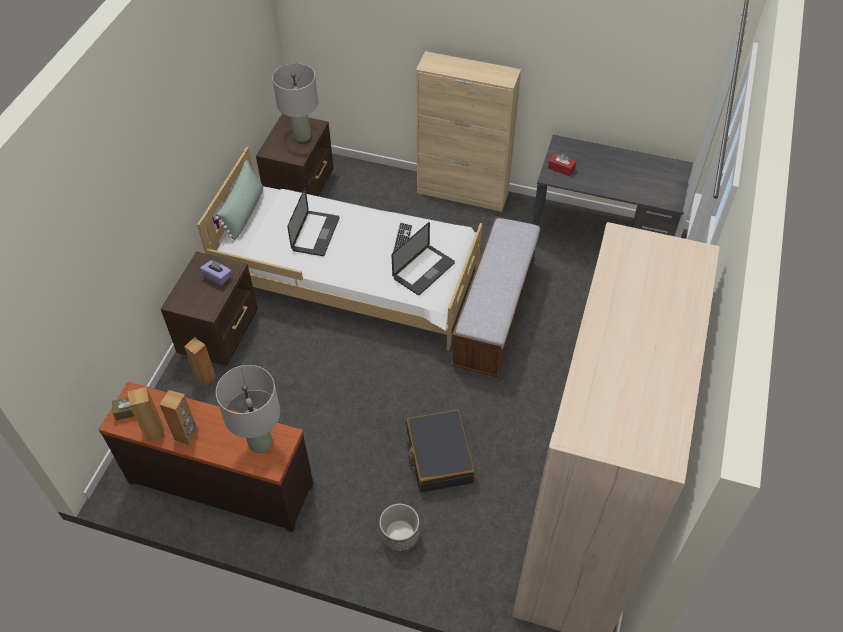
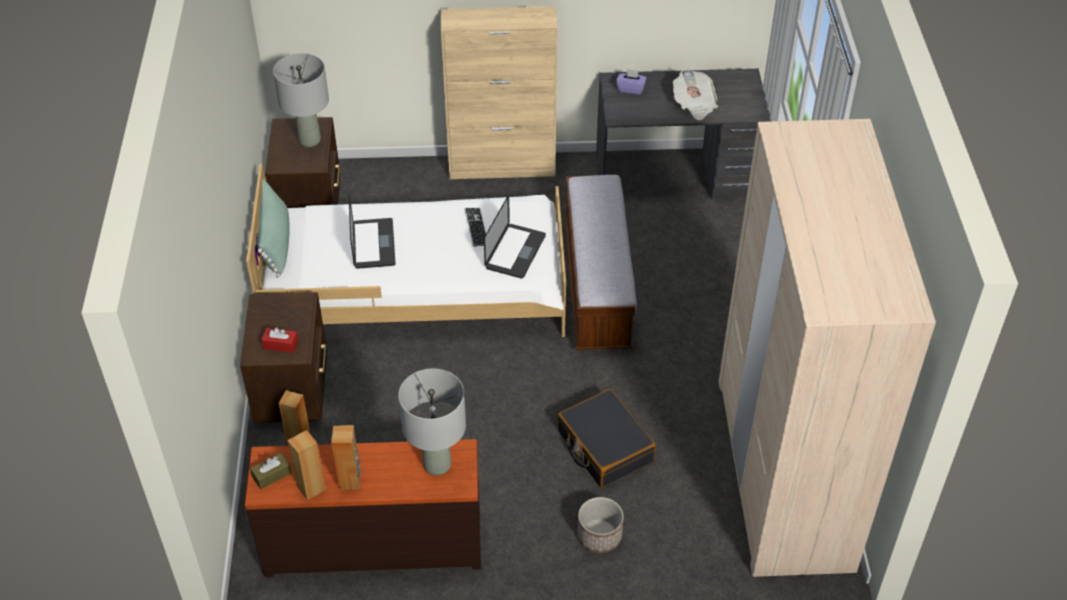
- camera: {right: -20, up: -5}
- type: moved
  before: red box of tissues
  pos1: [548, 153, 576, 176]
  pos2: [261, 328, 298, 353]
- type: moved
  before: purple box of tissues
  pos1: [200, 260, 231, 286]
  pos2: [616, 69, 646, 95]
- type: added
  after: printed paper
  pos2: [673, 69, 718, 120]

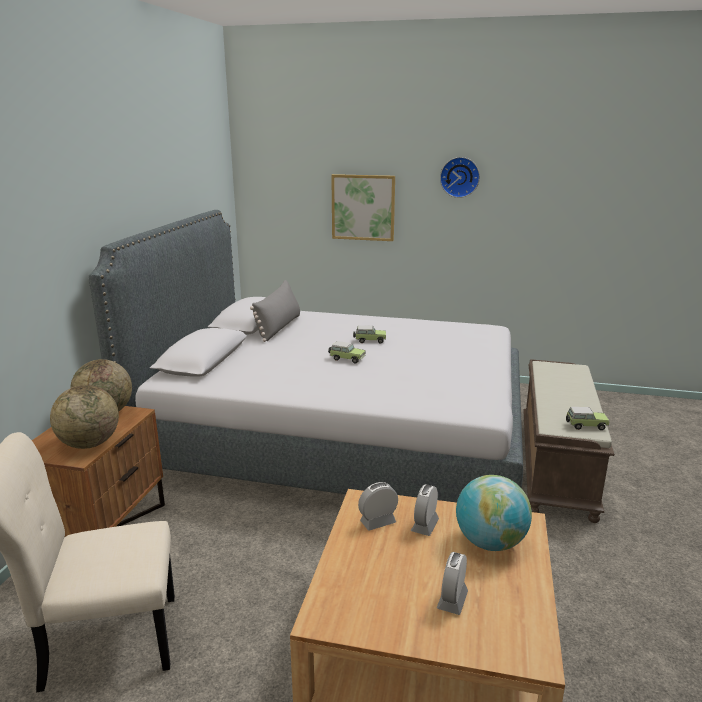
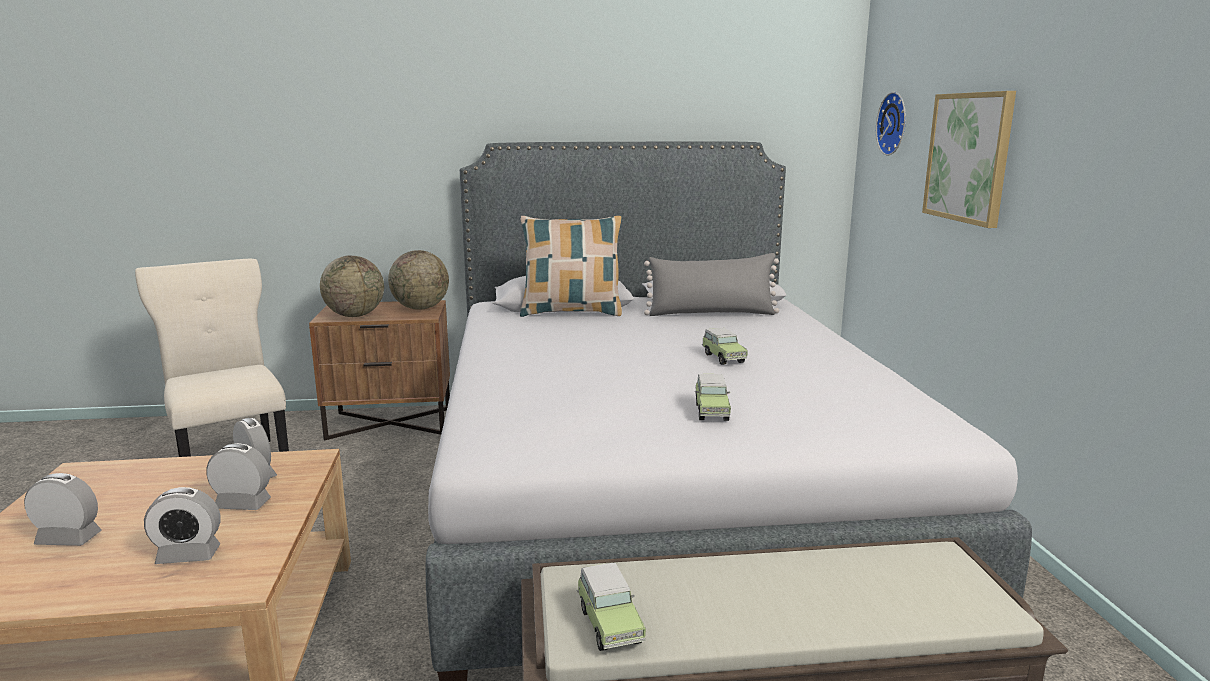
- camera: {right: 70, up: -5}
- type: replaced
  before: desk globe
  after: table clock
  pos1: [456, 475, 532, 551]
  pos2: [144, 487, 221, 564]
- type: added
  after: pillow
  pos2: [520, 216, 622, 317]
- type: moved
  before: miniature car
  pos1: [328, 341, 366, 363]
  pos2: [695, 374, 731, 421]
- type: moved
  before: hanging clock
  pos1: [440, 157, 480, 198]
  pos2: [876, 92, 906, 156]

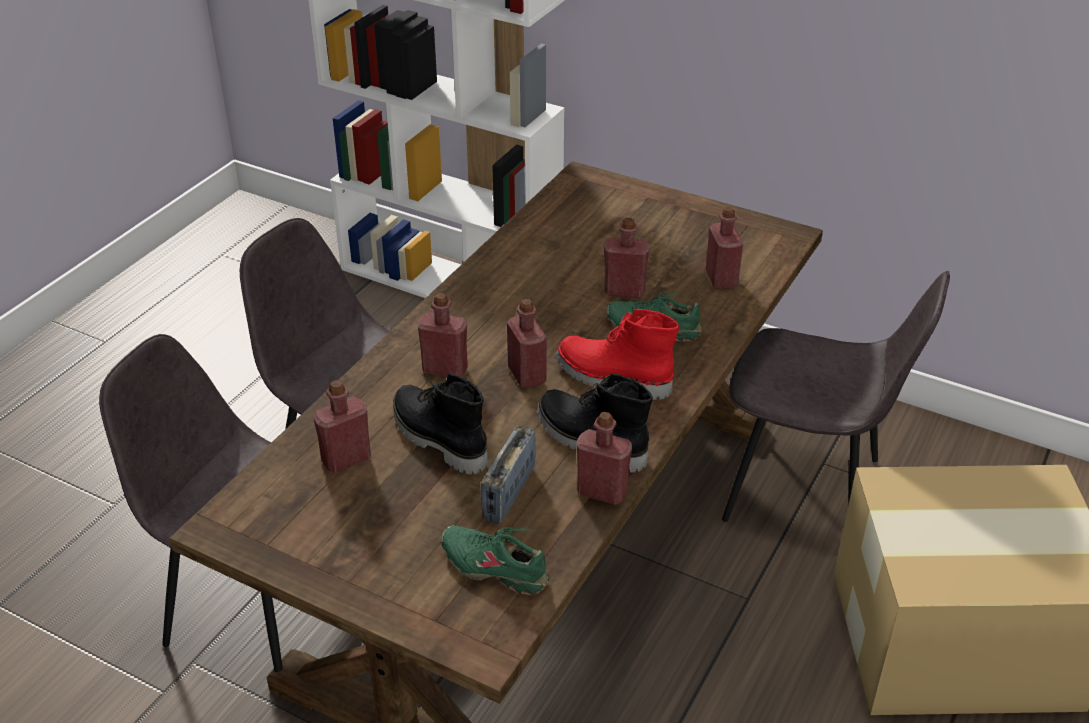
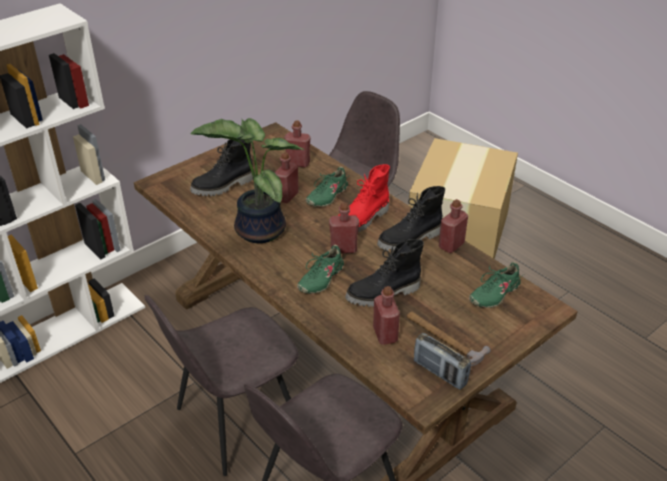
- camera: {right: -70, up: 0}
- type: added
  after: potted plant
  pos2: [190, 118, 304, 243]
- type: added
  after: black tall boot
  pos2: [190, 136, 253, 196]
- type: replaced
  before: red beverage bottle
  after: greenish item of footwear
  pos1: [418, 293, 468, 377]
  pos2: [297, 245, 345, 294]
- type: added
  after: hammer
  pos2: [407, 311, 491, 366]
- type: moved
  before: radio
  pos1: [481, 425, 536, 524]
  pos2: [414, 333, 471, 390]

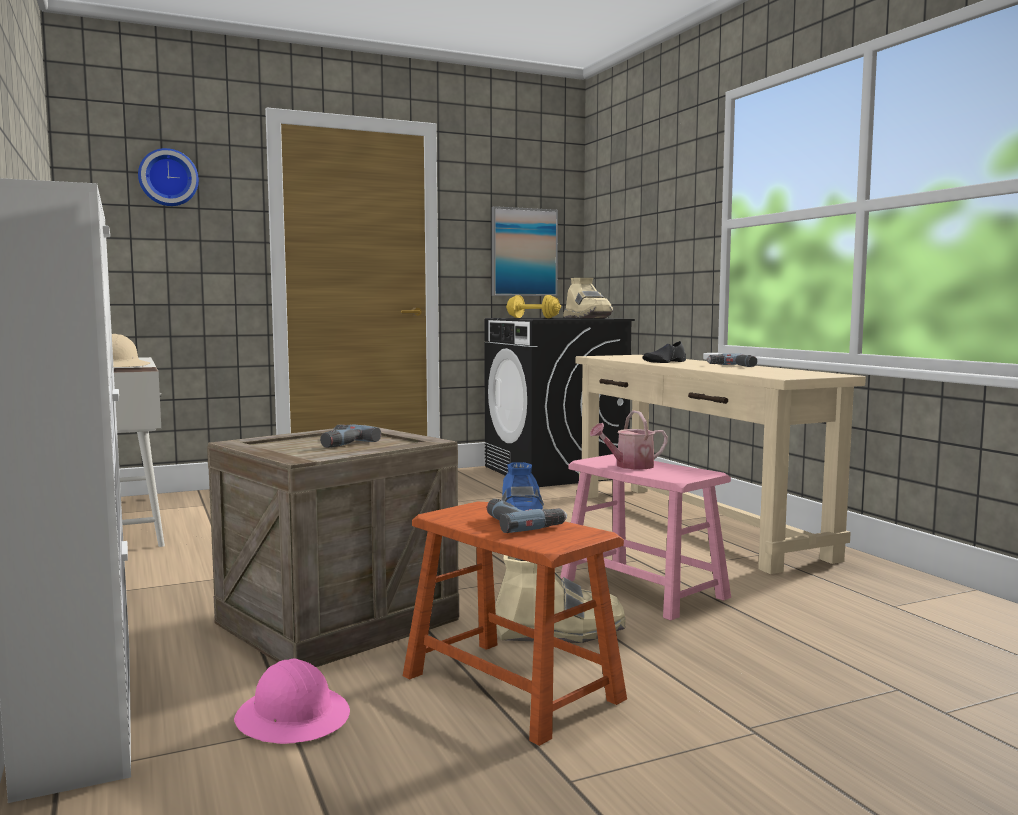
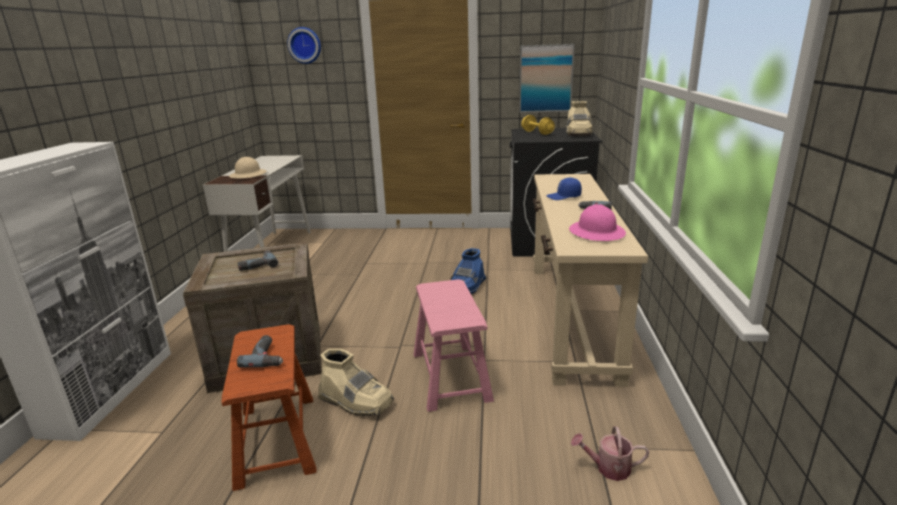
- camera: {right: 30, up: 15}
- type: replaced
  before: black item of footwear
  after: blue-coloured peaked cap
  pos1: [643, 341, 686, 363]
  pos2: [546, 178, 582, 200]
- type: moved
  before: pink hard hat
  pos1: [234, 659, 350, 744]
  pos2: [569, 204, 626, 241]
- type: moved
  before: watering pot
  pos1: [590, 411, 668, 469]
  pos2: [571, 426, 649, 481]

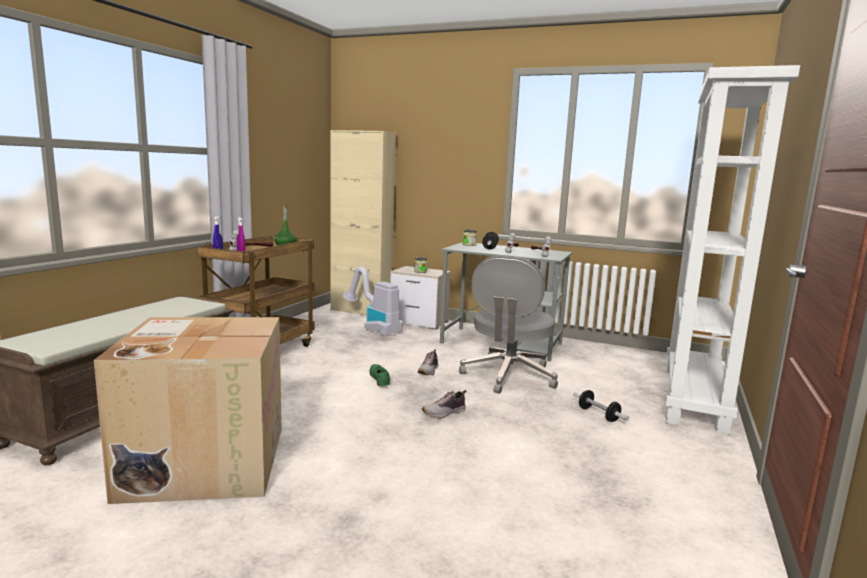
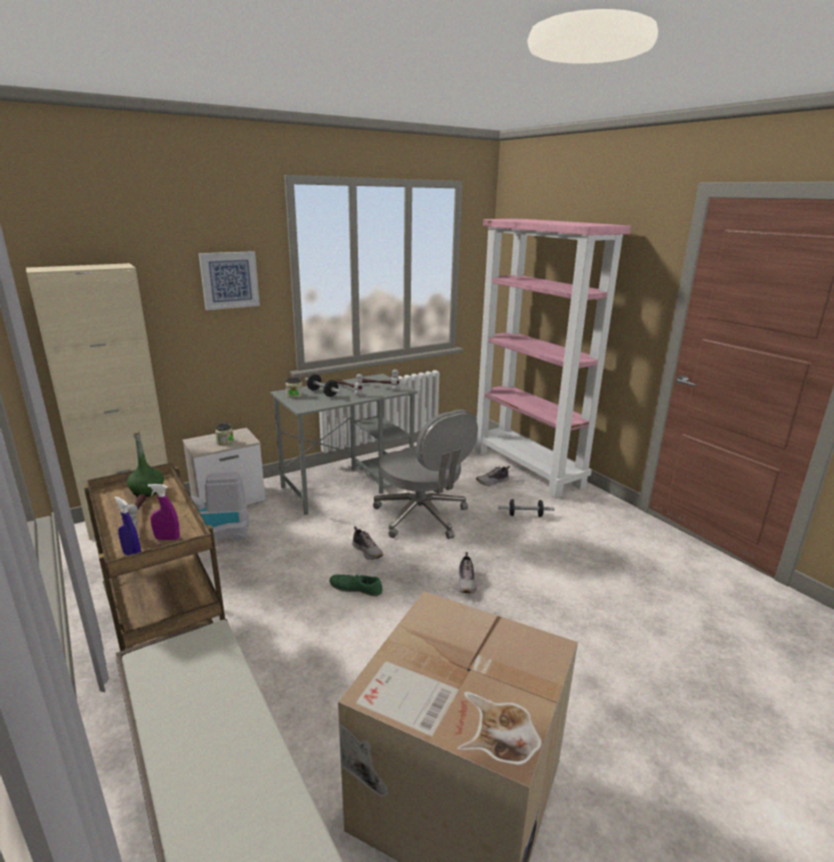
- camera: {right: -55, up: 10}
- type: added
  after: picture
  pos2: [199, 251, 260, 310]
- type: recoloured
  before: white-coloured bookcase
  after: pink bookcase
  pos1: [666, 65, 800, 435]
  pos2: [475, 219, 631, 498]
- type: added
  after: item of footwear
  pos2: [476, 466, 510, 486]

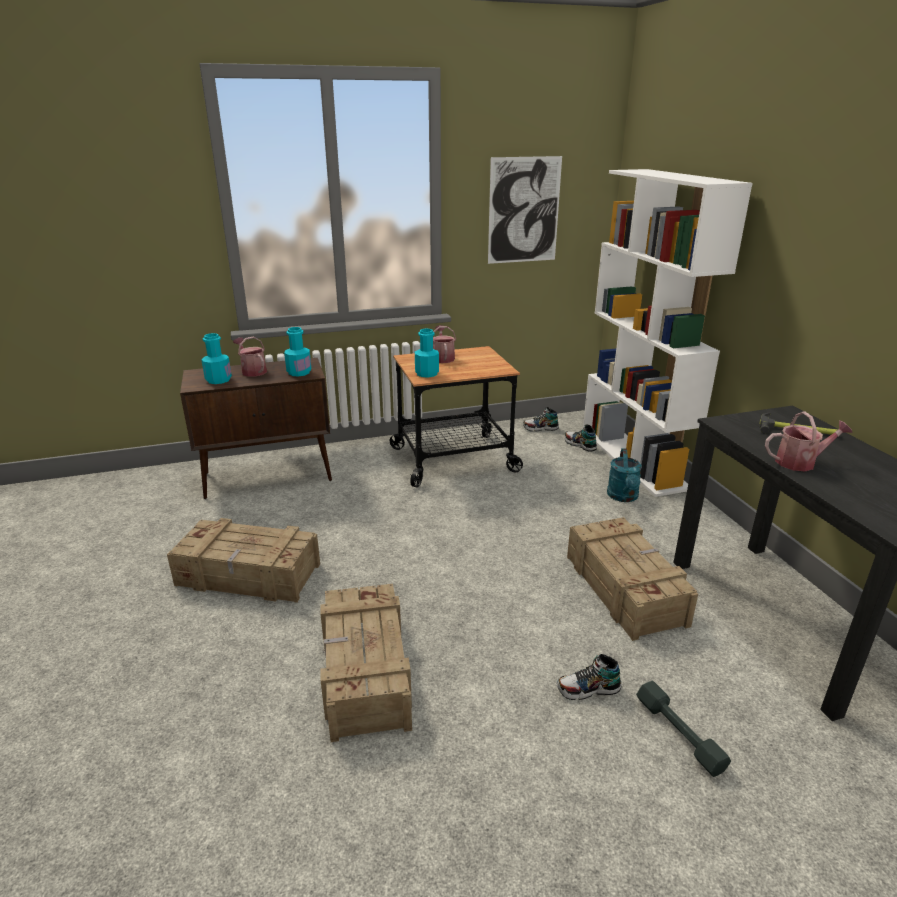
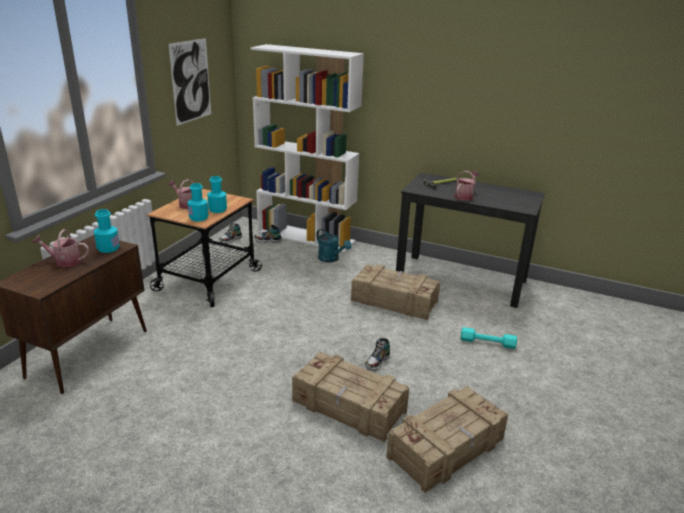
- camera: {right: -50, up: 0}
- type: moved
  before: blue-green beverage bottle
  pos1: [201, 333, 232, 384]
  pos2: [207, 176, 227, 213]
- type: moved
  before: item of footwear
  pos1: [556, 654, 622, 700]
  pos2: [365, 338, 390, 371]
- type: moved
  before: shipping crate
  pos1: [167, 518, 320, 603]
  pos2: [386, 386, 508, 493]
- type: recoloured
  before: greyish free weight
  after: blue-green free weight
  pos1: [636, 680, 731, 777]
  pos2: [461, 327, 517, 349]

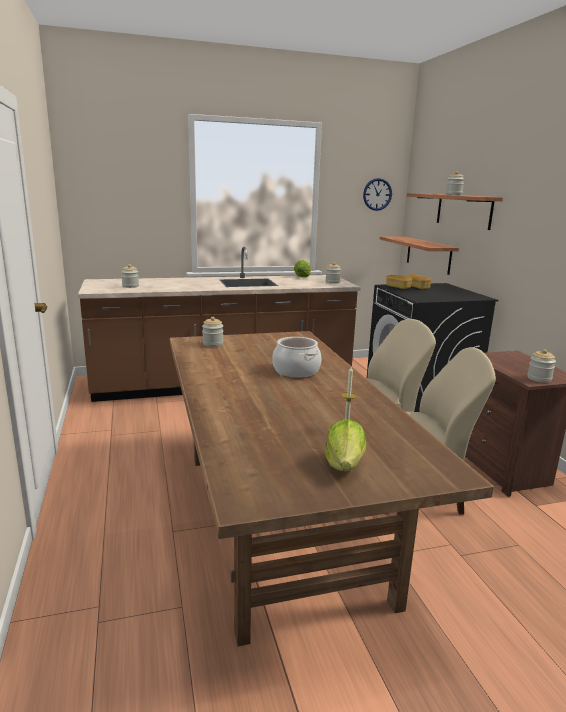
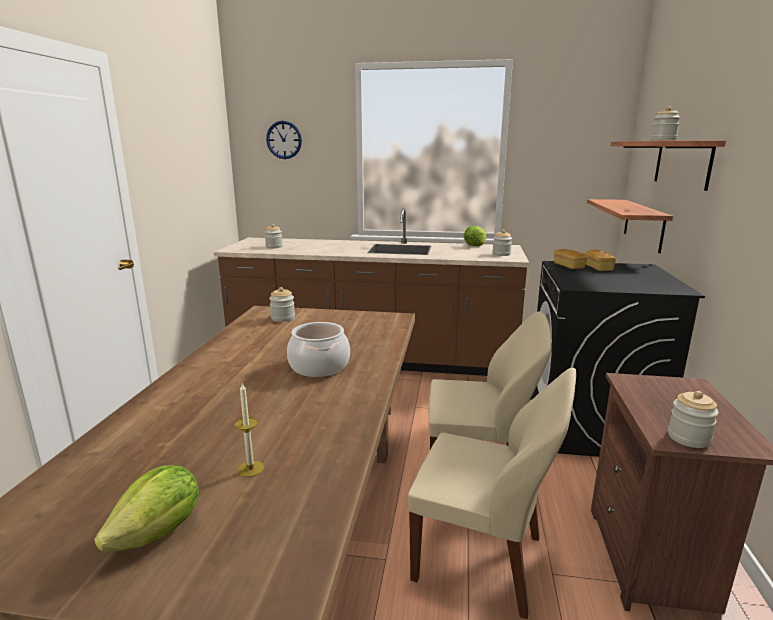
- camera: {right: 25, up: 0}
- type: moved
  before: hanging clock
  pos1: [363, 178, 392, 211]
  pos2: [266, 121, 302, 159]

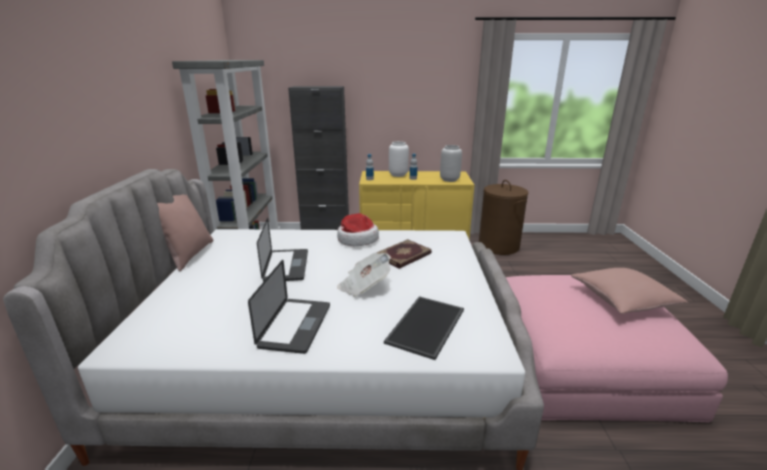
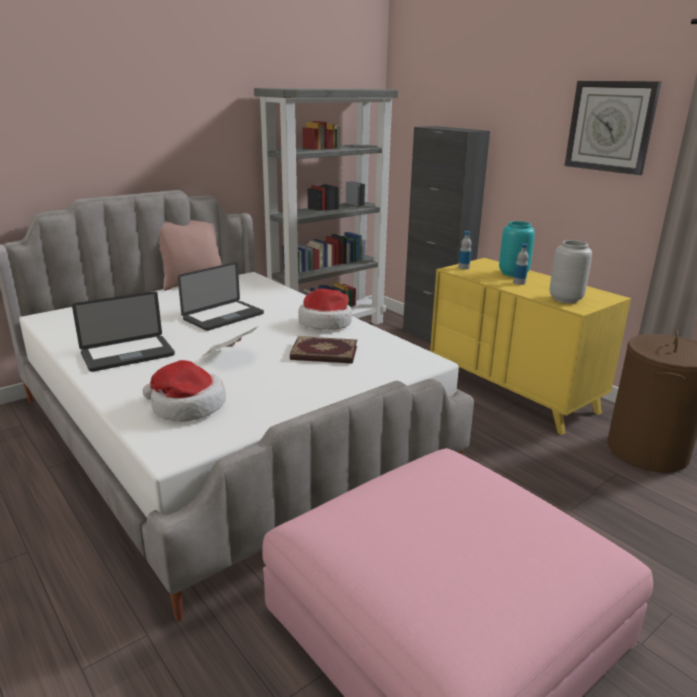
- camera: {right: 50, up: 0}
- type: replaced
  before: carrying tray
  after: wearable hat
  pos1: [384, 296, 464, 360]
  pos2: [143, 360, 226, 421]
- type: recoloured
  before: white-coloured flower vase
  after: blue-green flower vase
  pos1: [389, 141, 409, 177]
  pos2: [499, 221, 535, 277]
- type: added
  after: hanging clock
  pos2: [564, 81, 661, 175]
- type: removed
  before: pink pillow
  pos1: [571, 268, 689, 314]

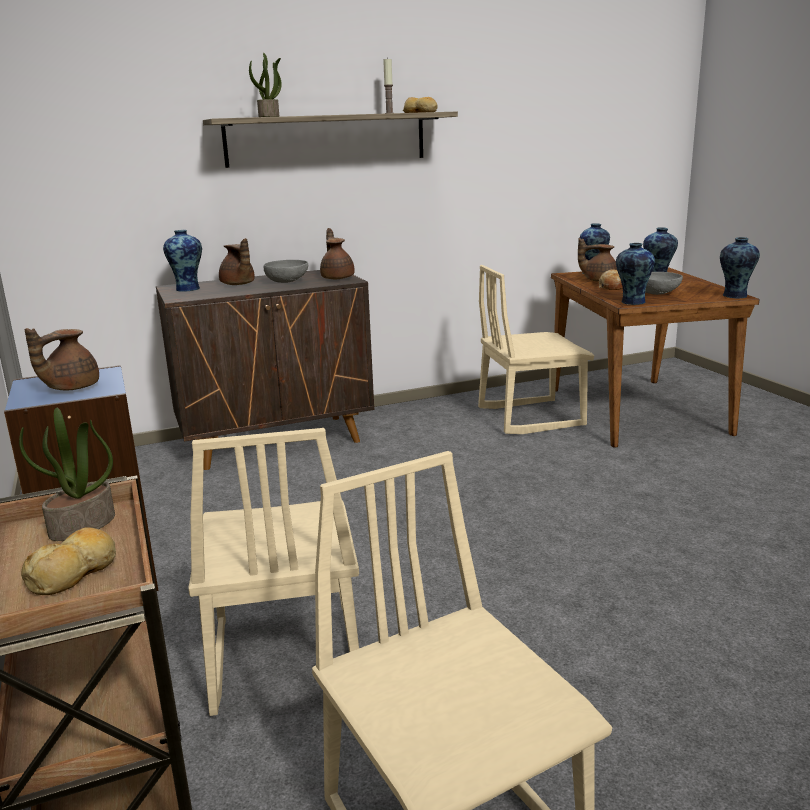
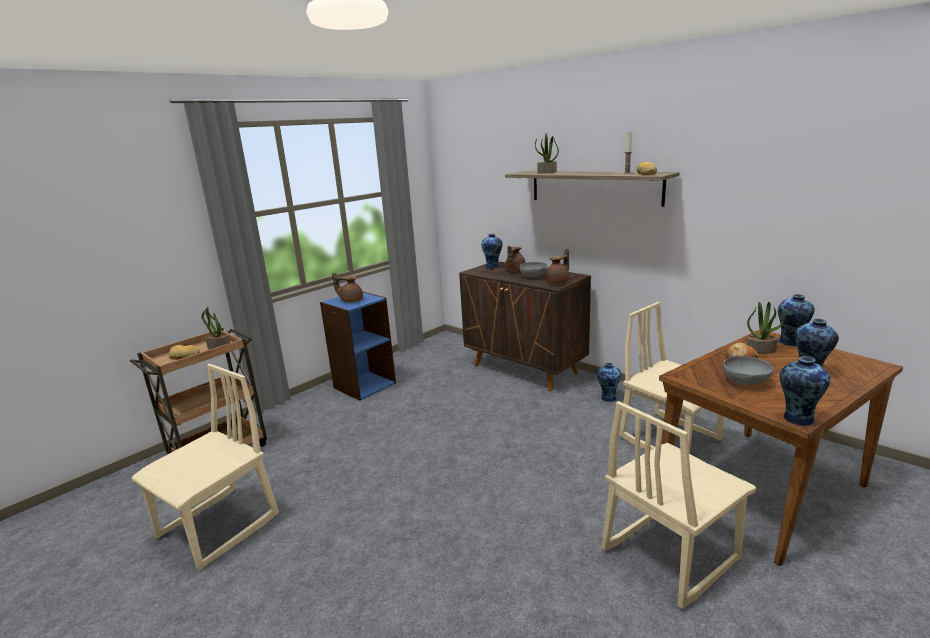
- camera: {right: 65, up: 0}
- type: moved
  before: flower vase
  pos1: [616, 243, 655, 305]
  pos2: [597, 363, 621, 402]
- type: moved
  before: sand-coloured upright chair
  pos1: [188, 428, 359, 716]
  pos2: [602, 401, 756, 609]
- type: replaced
  before: brown pot for tea
  after: potted plant
  pos1: [578, 238, 617, 282]
  pos2: [747, 302, 785, 354]

